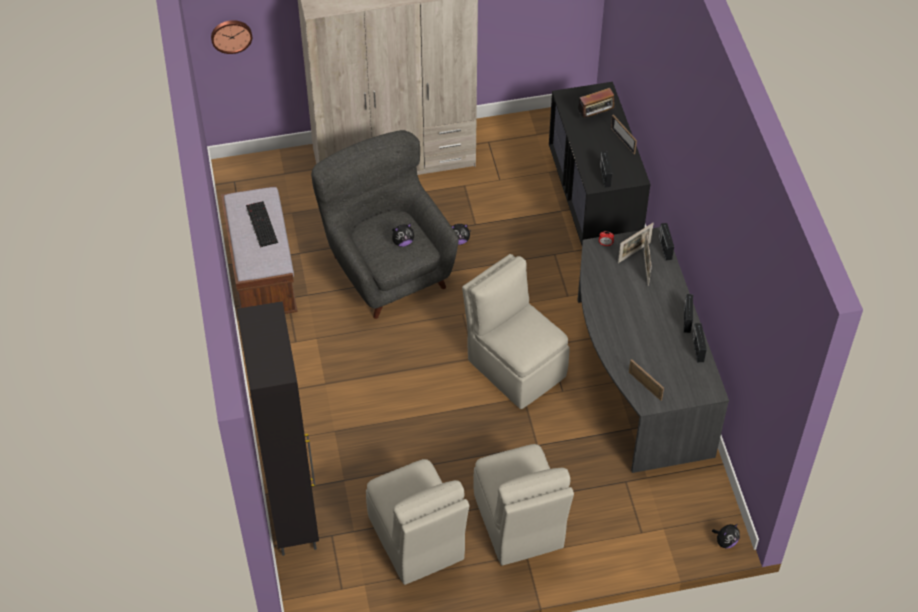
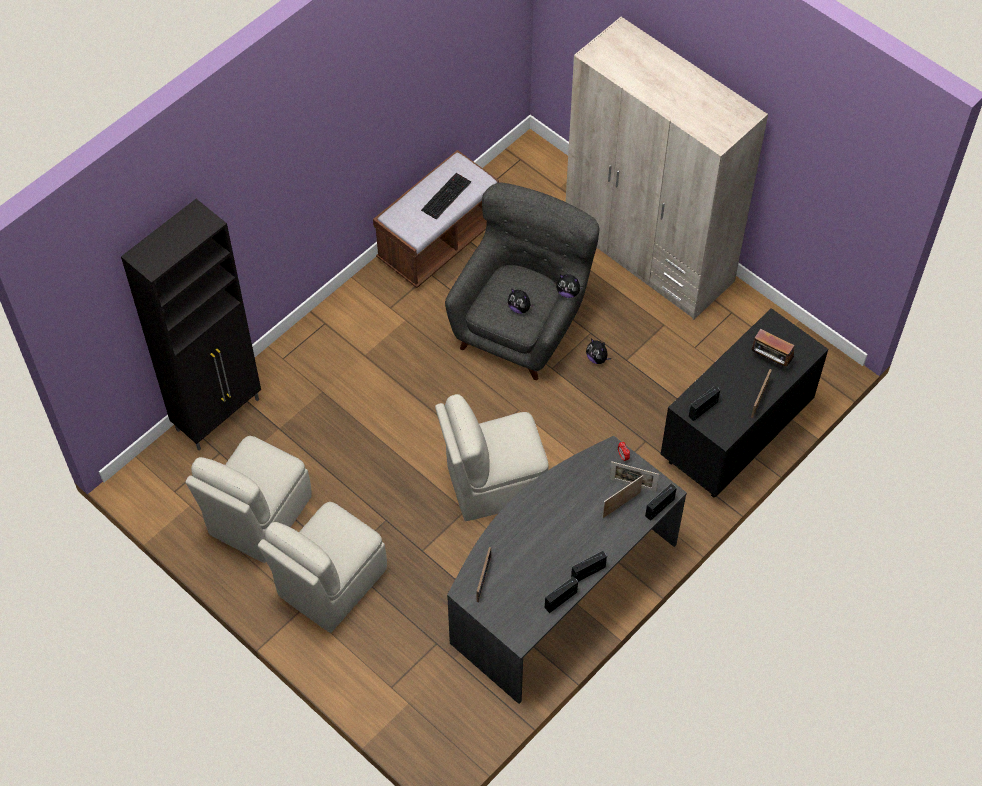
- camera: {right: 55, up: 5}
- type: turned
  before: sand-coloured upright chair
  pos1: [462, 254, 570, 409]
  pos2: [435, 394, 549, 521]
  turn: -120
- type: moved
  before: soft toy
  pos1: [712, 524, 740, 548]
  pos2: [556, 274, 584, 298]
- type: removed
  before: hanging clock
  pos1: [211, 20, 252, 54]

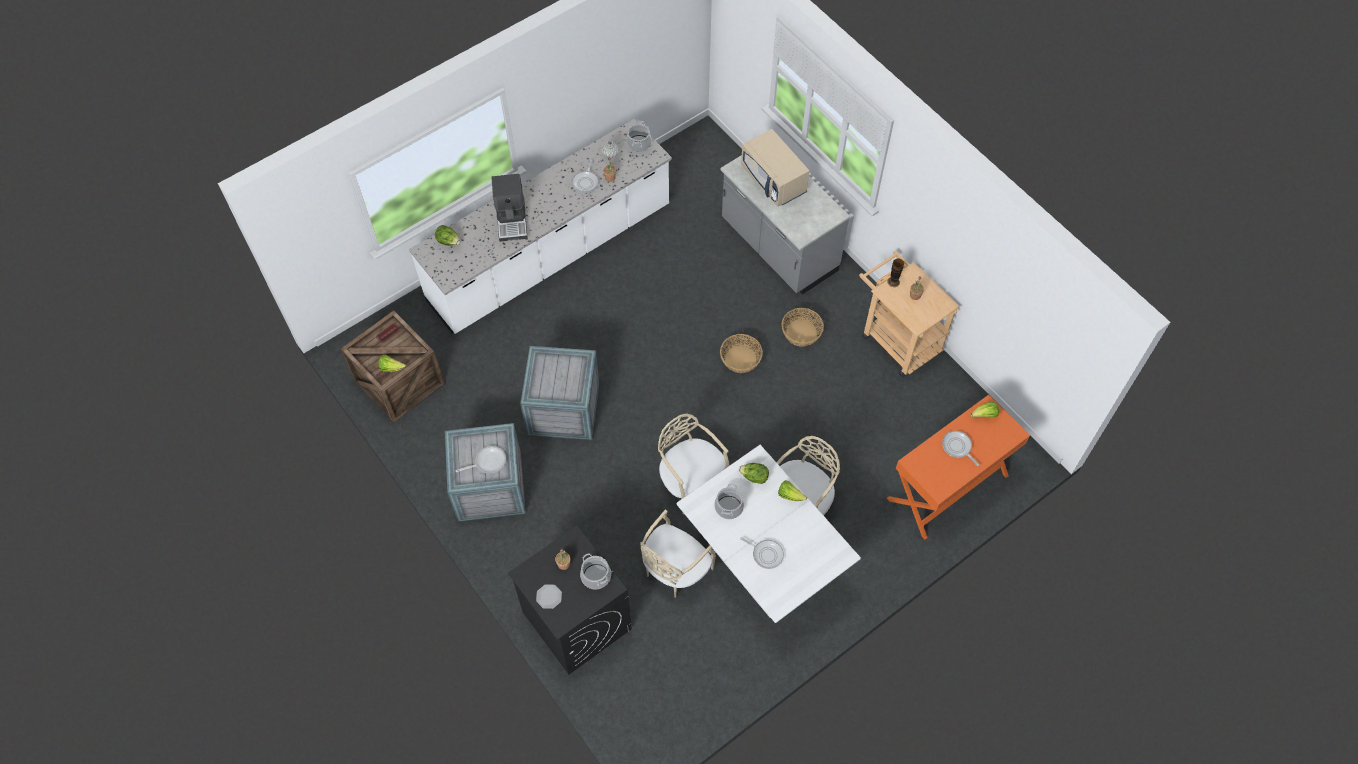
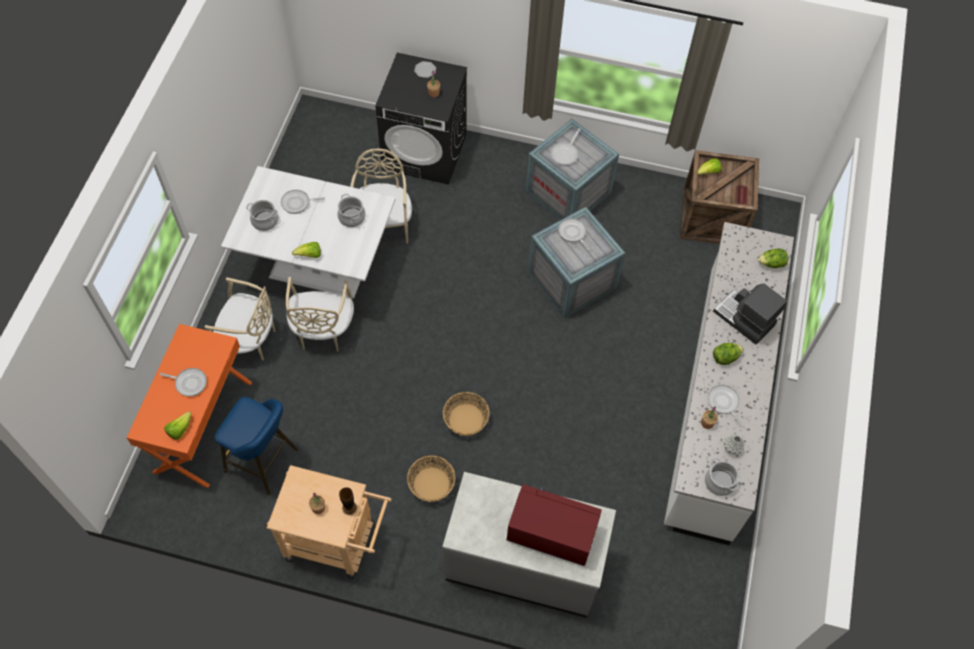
- camera: {right: 140, up: 0}
- type: moved
  before: sand-coloured upright chair
  pos1: [658, 413, 730, 515]
  pos2: [205, 277, 275, 361]
- type: added
  after: blue-coloured stool seat
  pos2: [215, 397, 298, 495]
- type: moved
  before: stockpot
  pos1: [580, 554, 611, 590]
  pos2: [246, 200, 279, 231]
- type: recoloured
  before: sand-coloured microwave oven
  after: red microwave oven
  pos1: [741, 129, 810, 207]
  pos2: [506, 484, 602, 566]
- type: added
  after: skillet
  pos2: [558, 218, 590, 251]
- type: moved
  before: lettuce
  pos1: [739, 463, 769, 484]
  pos2: [713, 343, 744, 365]

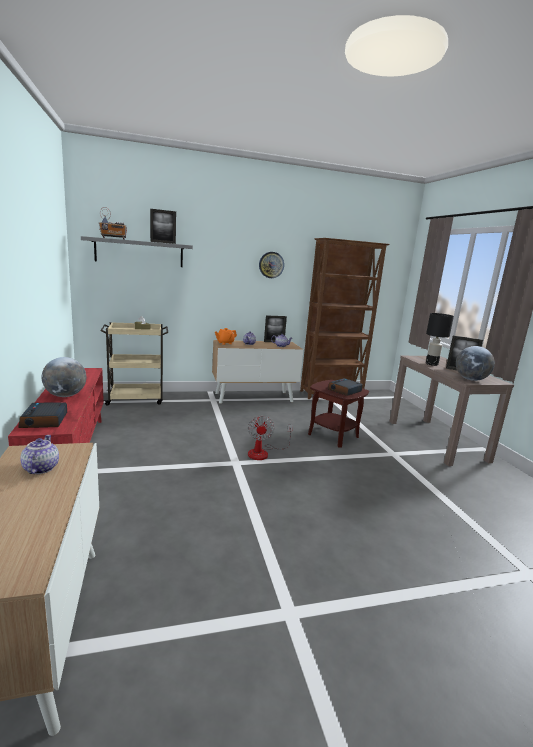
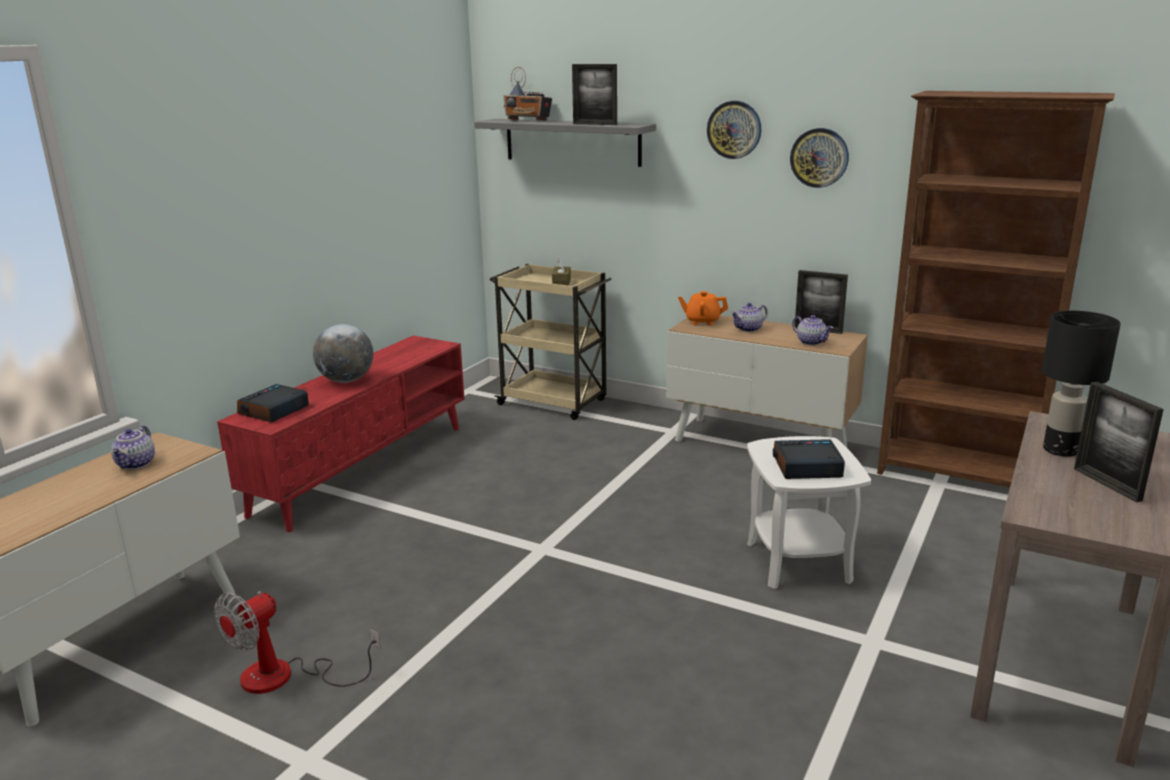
- camera: {right: 45, up: 5}
- type: turned
  before: pot for tea
  pos1: [20, 435, 59, 474]
  pos2: [111, 425, 155, 470]
  turn: 150
- type: moved
  before: fan
  pos1: [248, 416, 293, 460]
  pos2: [214, 591, 381, 694]
- type: added
  after: hanging clock
  pos2: [707, 101, 761, 159]
- type: recoloured
  before: brown end table
  after: white-coloured end table
  pos1: [308, 380, 369, 447]
  pos2: [747, 436, 871, 589]
- type: removed
  before: desk globe
  pos1: [456, 346, 495, 381]

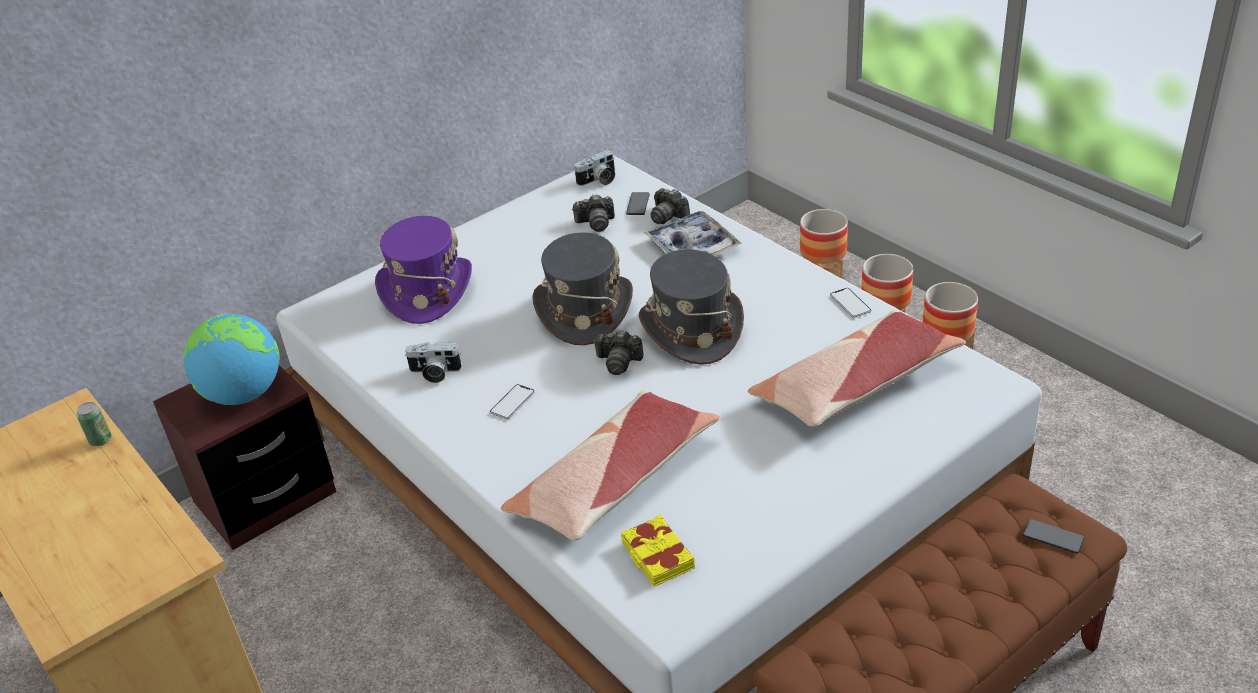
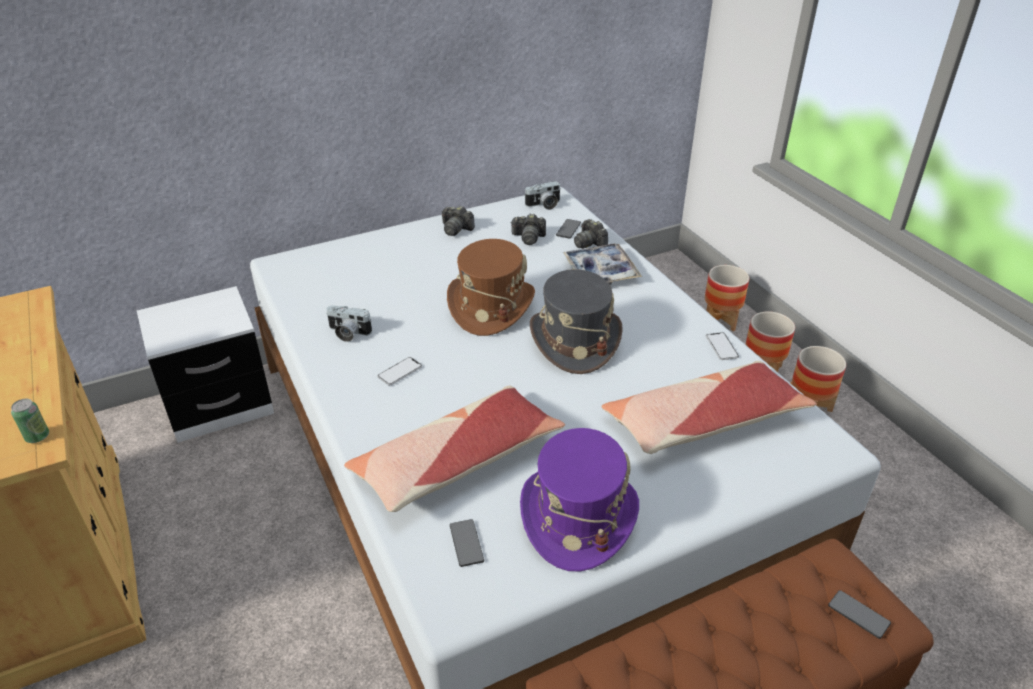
- camera: {right: 10, up: 0}
- type: moved
  before: metal can
  pos1: [76, 402, 112, 446]
  pos2: [11, 399, 49, 443]
- type: recoloured
  before: brown bedside table
  after: white-coloured bedside table
  pos1: [153, 365, 336, 550]
  pos2: [137, 286, 274, 443]
- type: moved
  before: photo camera
  pos1: [594, 330, 644, 375]
  pos2: [442, 206, 475, 236]
- type: recoloured
  before: greyish wearable hat
  after: brown wearable hat
  pos1: [532, 232, 633, 345]
  pos2: [447, 239, 535, 336]
- type: replaced
  before: yellow bound book
  after: phone
  pos1: [621, 514, 695, 587]
  pos2: [450, 519, 484, 567]
- type: moved
  before: purple wearable hat
  pos1: [375, 216, 472, 324]
  pos2: [520, 428, 639, 572]
- type: removed
  before: desk globe
  pos1: [183, 314, 280, 405]

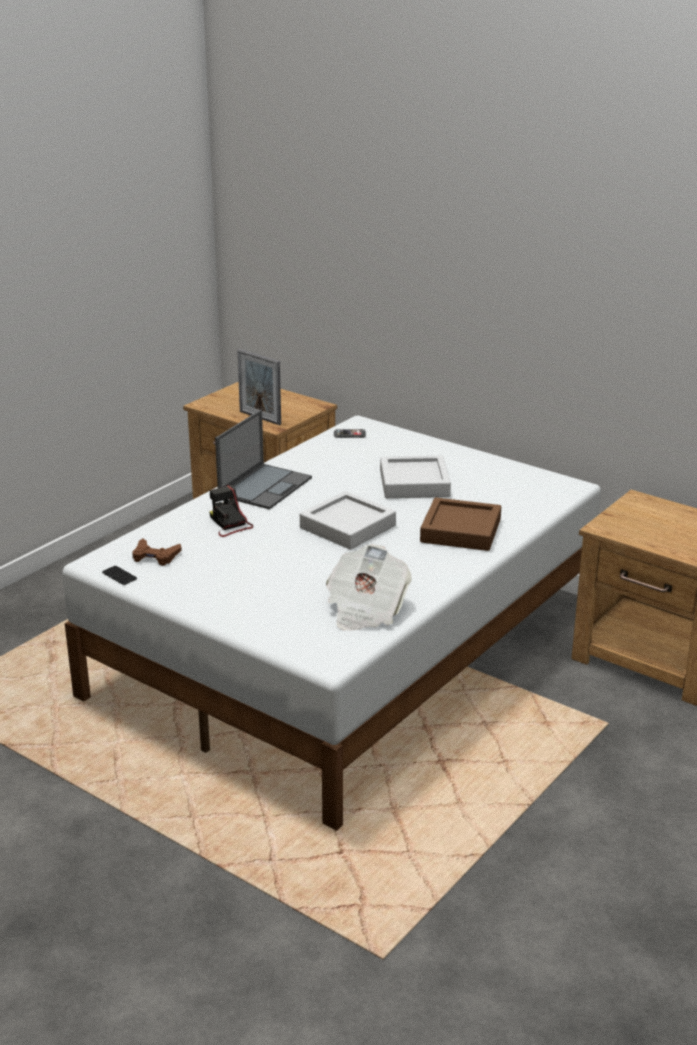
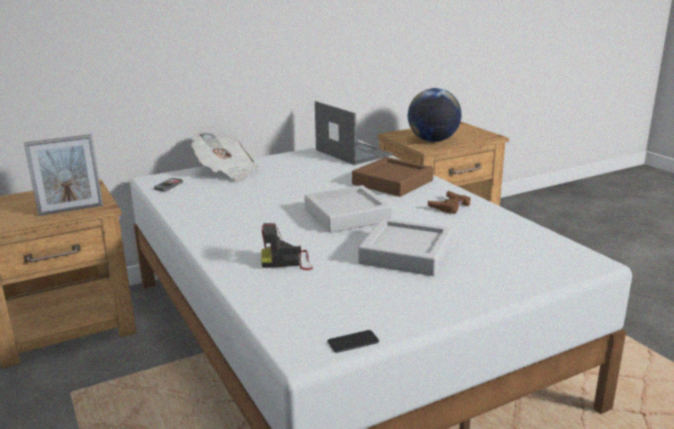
- camera: {right: -65, up: -5}
- type: moved
  before: printed paper
  pos1: [326, 544, 412, 631]
  pos2: [191, 132, 258, 181]
- type: moved
  before: portable computer
  pos1: [215, 410, 312, 509]
  pos2: [315, 101, 393, 165]
- type: moved
  before: greyish carrying tray
  pos1: [380, 456, 451, 498]
  pos2: [358, 218, 453, 276]
- type: added
  after: desk globe
  pos2: [408, 88, 461, 142]
- type: moved
  before: brown game controller
  pos1: [132, 538, 182, 566]
  pos2: [428, 191, 471, 214]

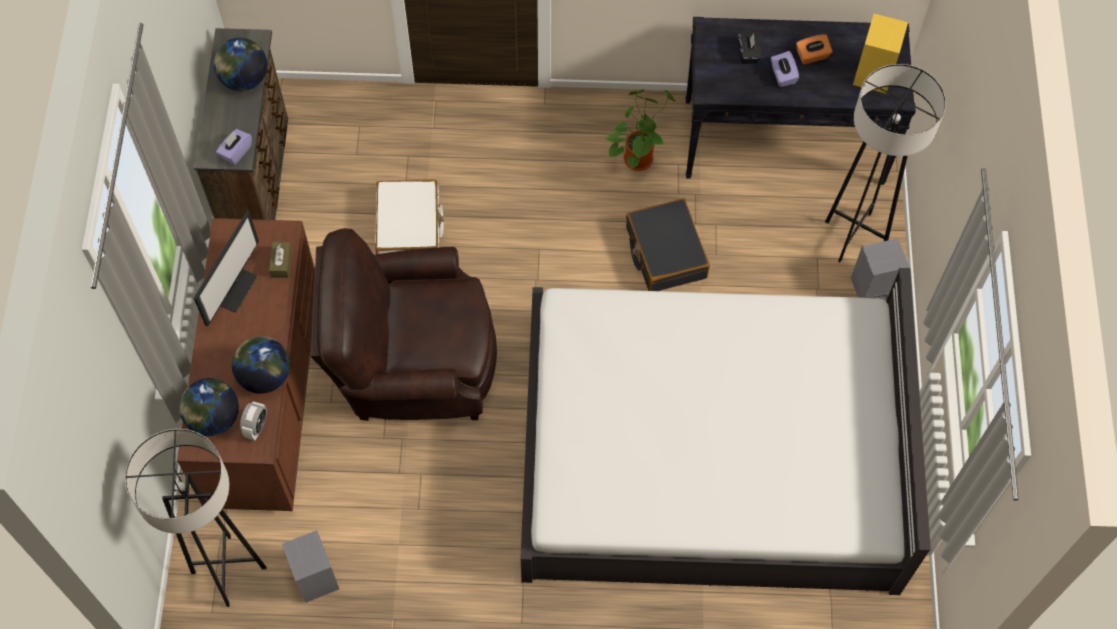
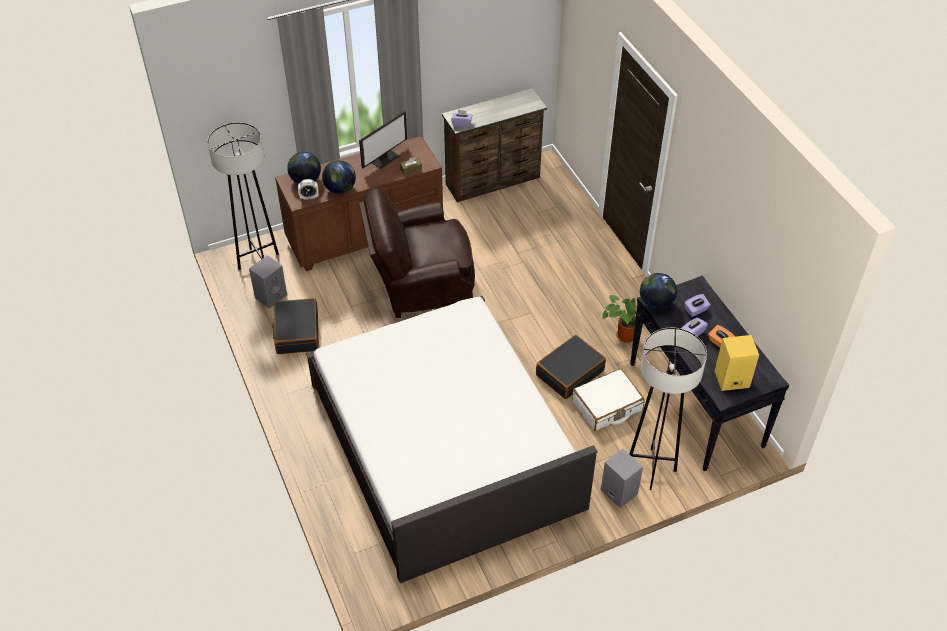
- camera: {right: 65, up: -15}
- type: added
  after: black travel case
  pos2: [272, 298, 319, 354]
- type: turned
  before: monitor
  pos1: [194, 211, 259, 326]
  pos2: [359, 111, 407, 169]
  turn: -45
- type: turned
  before: brown armchair
  pos1: [310, 228, 497, 421]
  pos2: [359, 187, 475, 318]
  turn: -75
- type: moved
  before: white-coloured travel case
  pos1: [375, 179, 444, 255]
  pos2: [572, 369, 645, 431]
- type: moved
  before: desk globe
  pos1: [214, 38, 267, 91]
  pos2: [640, 273, 677, 310]
- type: recoloured
  before: black box of tissues
  after: purple box of tissues
  pos1: [738, 31, 761, 64]
  pos2: [684, 294, 710, 317]

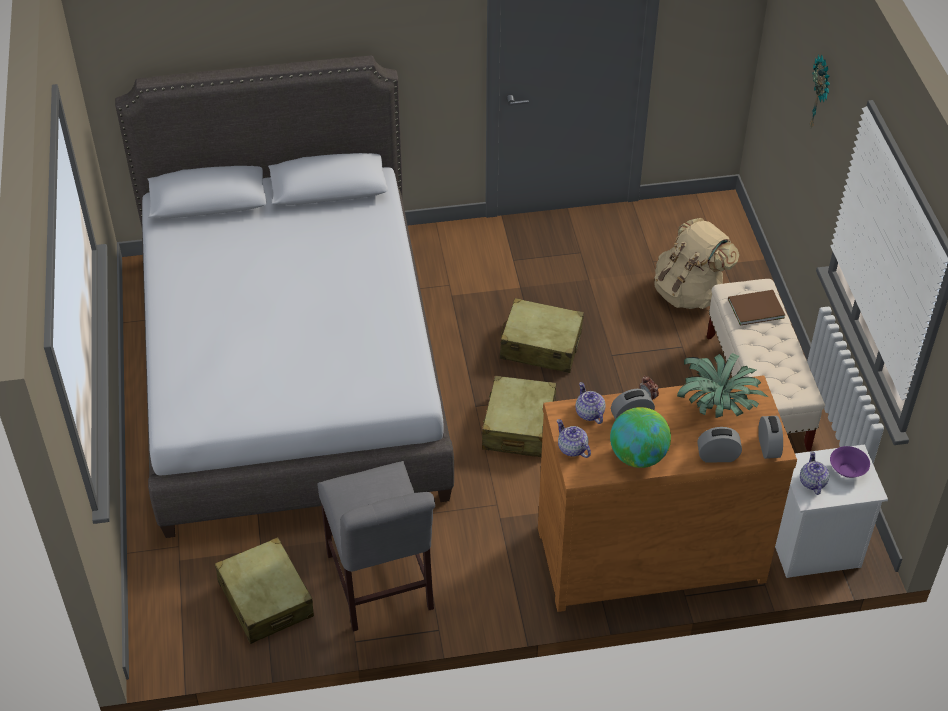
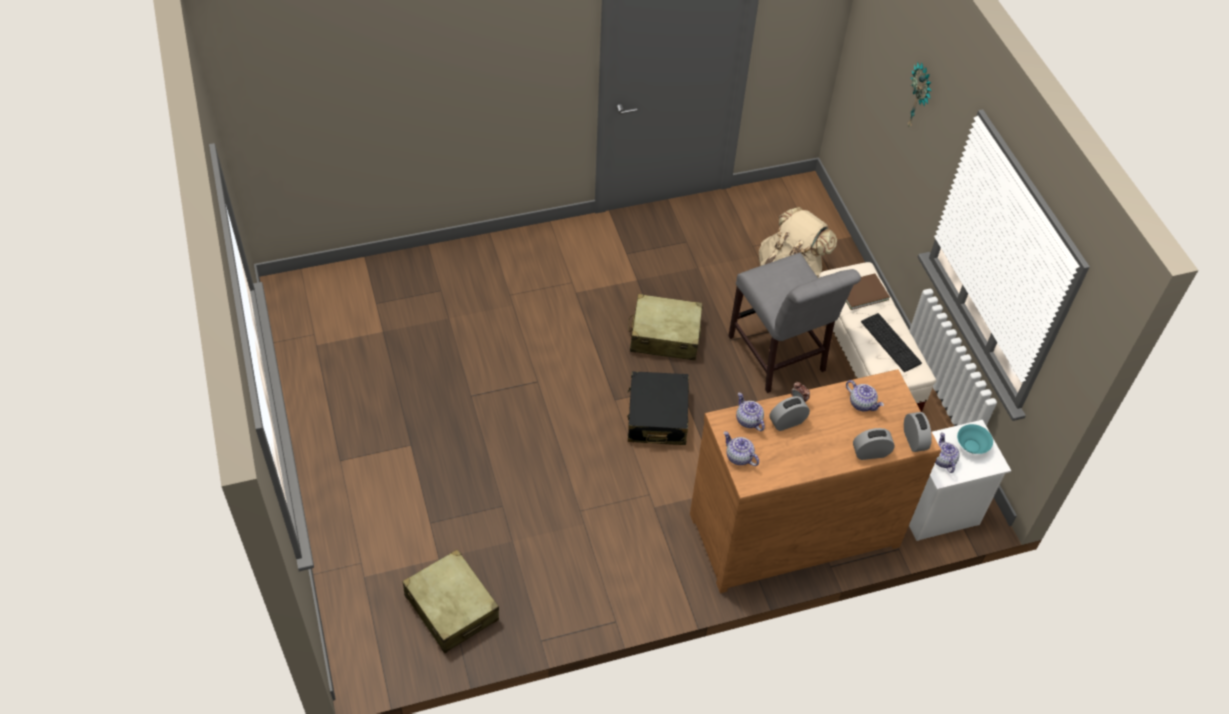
- camera: {right: -10, up: 5}
- type: recoloured
  before: sand-coloured travel case
  after: black travel case
  pos1: [482, 376, 556, 457]
  pos2: [627, 371, 689, 445]
- type: moved
  before: greyish upright chair
  pos1: [317, 461, 435, 631]
  pos2: [728, 252, 861, 393]
- type: replaced
  before: potted plant
  after: pot for tea
  pos1: [677, 353, 768, 418]
  pos2: [846, 380, 884, 411]
- type: added
  after: keyboard
  pos2: [861, 313, 922, 372]
- type: recoloured
  before: purple bowl
  after: blue-green bowl
  pos1: [830, 446, 870, 478]
  pos2: [957, 424, 993, 454]
- type: removed
  before: greyish bed
  pos1: [115, 56, 454, 538]
- type: removed
  before: desk globe
  pos1: [610, 407, 671, 468]

